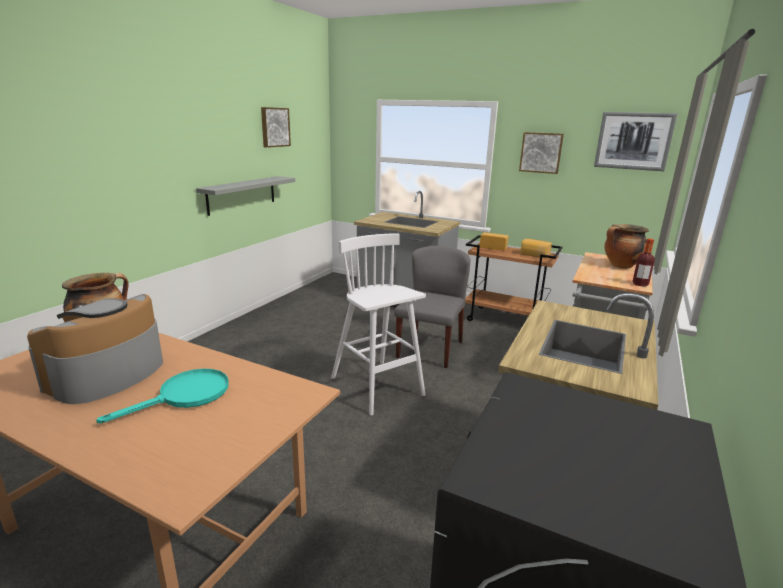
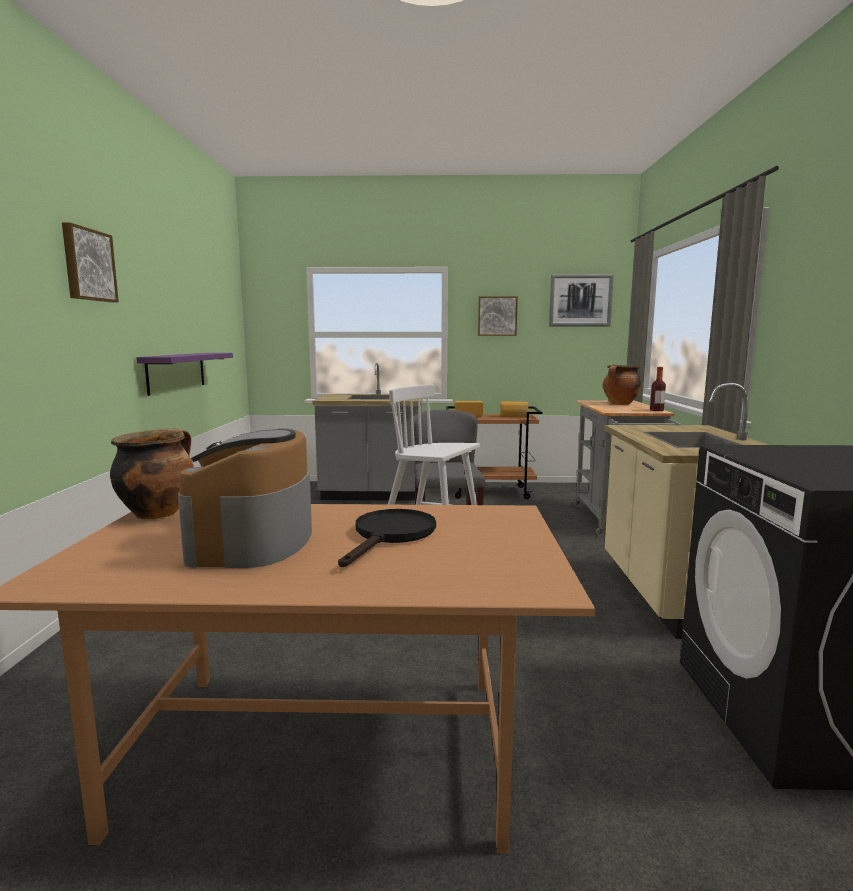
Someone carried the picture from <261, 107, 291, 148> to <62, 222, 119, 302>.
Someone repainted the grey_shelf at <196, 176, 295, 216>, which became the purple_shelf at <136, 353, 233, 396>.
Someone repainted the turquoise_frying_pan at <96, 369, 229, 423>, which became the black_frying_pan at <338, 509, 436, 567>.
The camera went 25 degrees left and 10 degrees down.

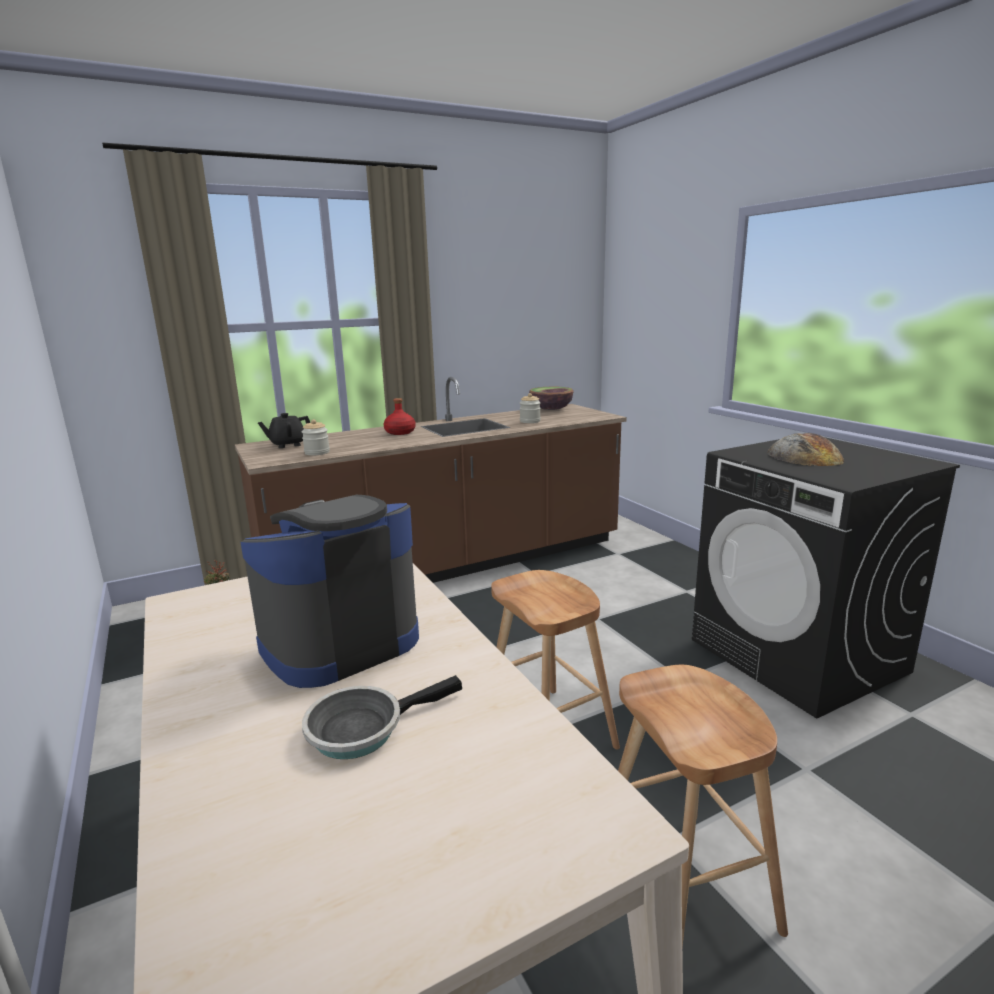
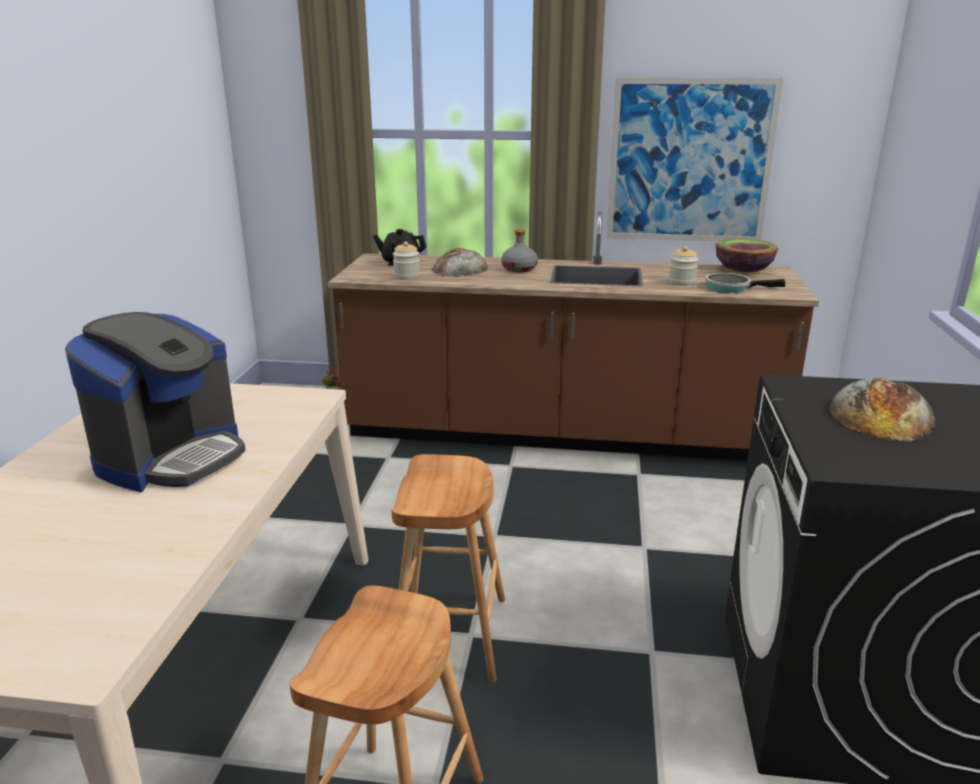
Someone rotated the coffee_machine at <241, 495, 419, 688> by 120 degrees clockwise.
Someone put down the bread at <432, 248, 488, 277>.
Someone repainted the red_bottle at <384, 398, 416, 435>, which became the grey_bottle at <501, 229, 538, 272>.
Someone put up the picture at <607, 77, 783, 241>.
Someone carried the frying_pan from <302, 675, 462, 759> to <705, 273, 785, 293>.
The camera went 35 degrees right and 5 degrees up.

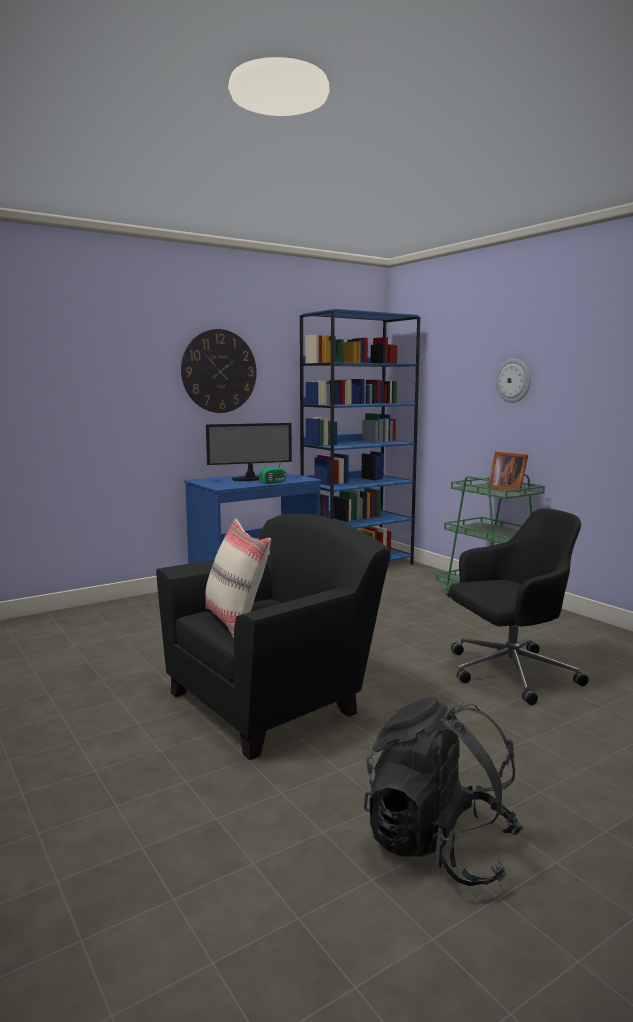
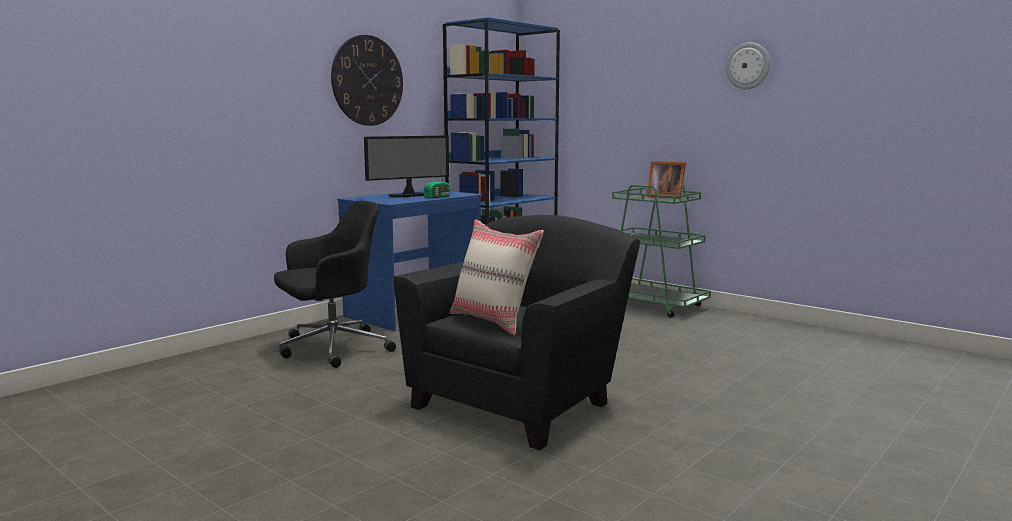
Someone carried the black_office_chair from <449, 508, 589, 705> to <274, 201, 396, 368>.
Someone carried the wall_clock from <496, 359, 531, 403> to <726, 42, 770, 89>.
Someone took away the black_backpack at <364, 696, 524, 886>.
The camera went 15 degrees left and 0 degrees up.

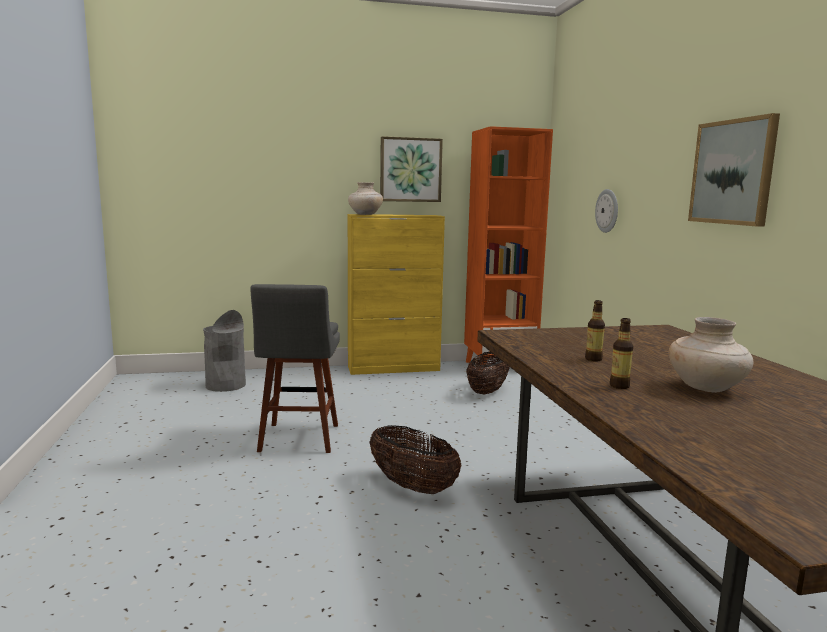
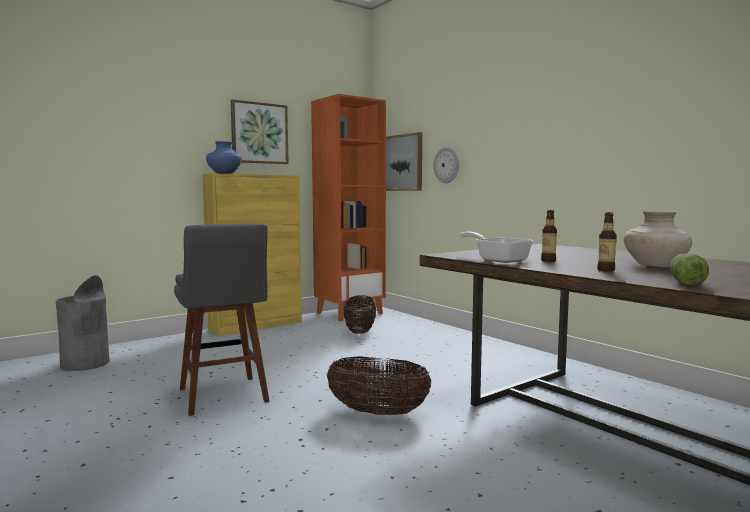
Someone repainted the beige_vase at <348, 182, 383, 215>, which became the blue_vase at <206, 141, 242, 174>.
Someone carried the picture from <688, 113, 780, 227> to <386, 132, 422, 191>.
Someone put down the frying_pan at <460, 232, 533, 263>.
Someone put down the lettuce at <670, 253, 709, 286>.
The camera went 25 degrees left and 5 degrees down.

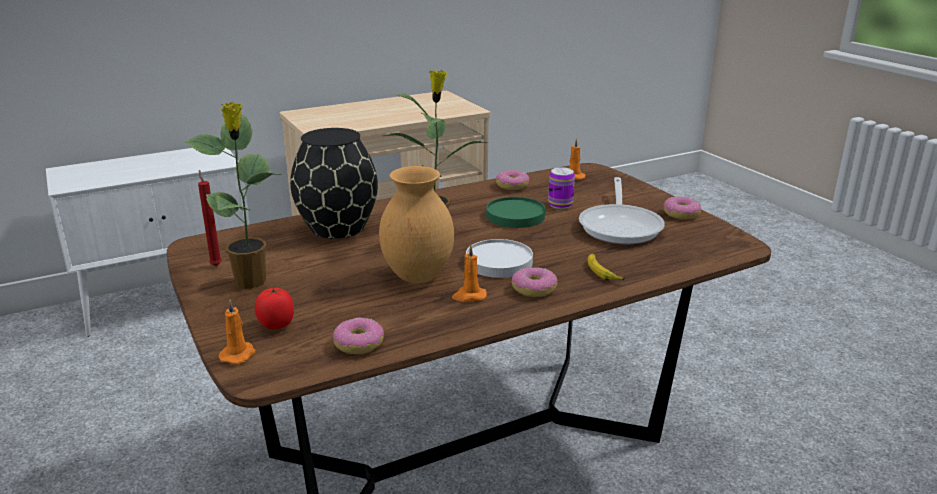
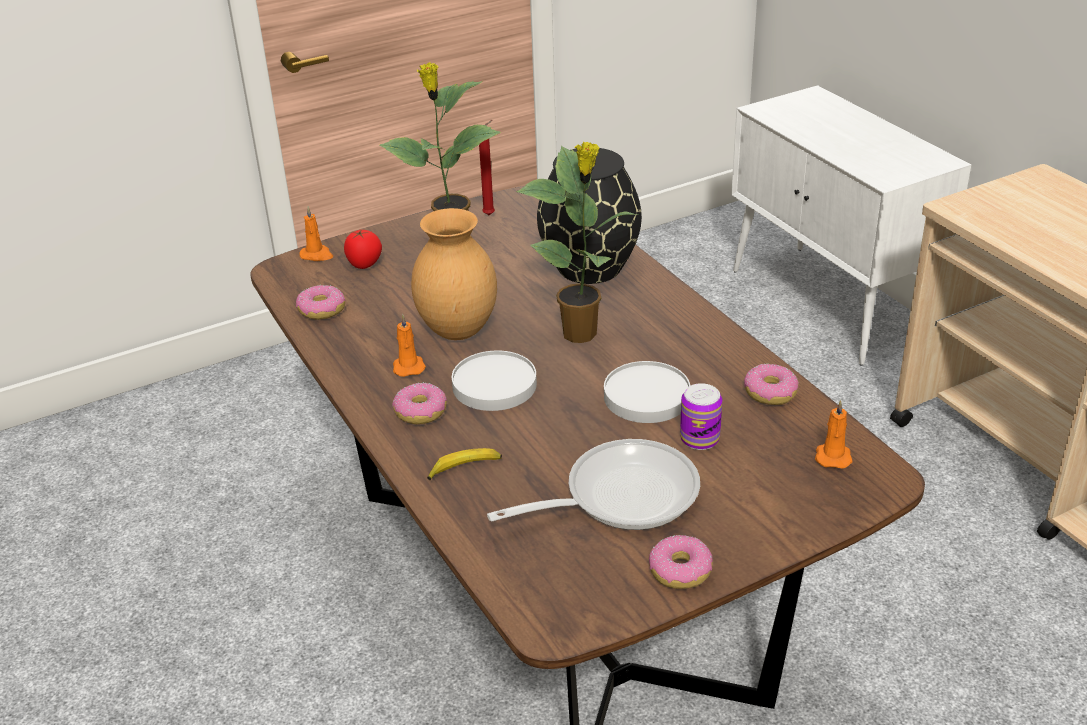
Someone rotated the frying_pan at <579, 177, 665, 244> by 150 degrees clockwise.
Someone repainted the green_plate at <486, 197, 545, 228>, which became the white_plate at <604, 361, 690, 423>.
The camera went 90 degrees right and 10 degrees up.

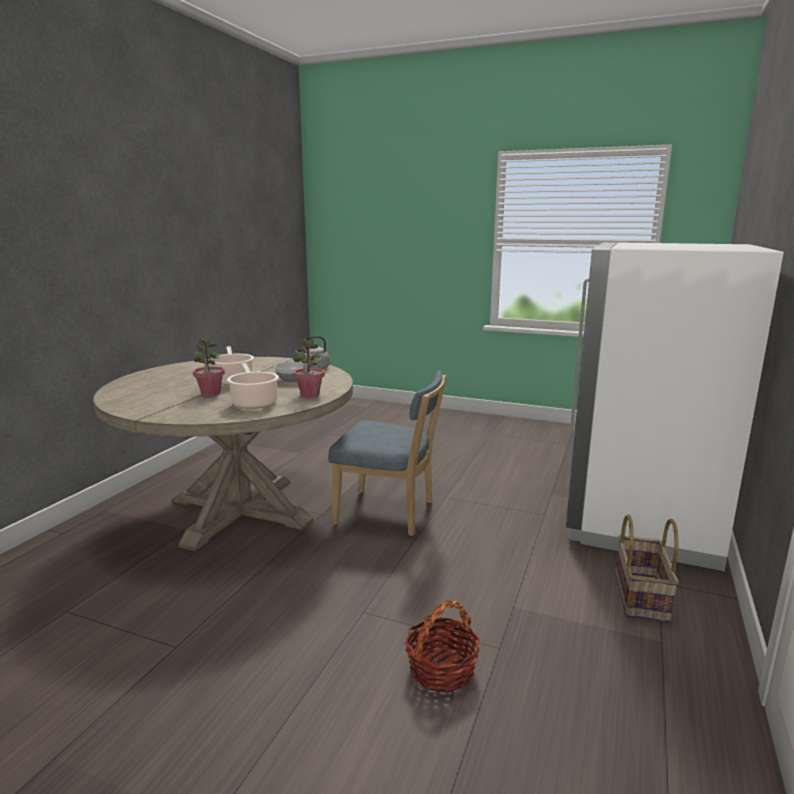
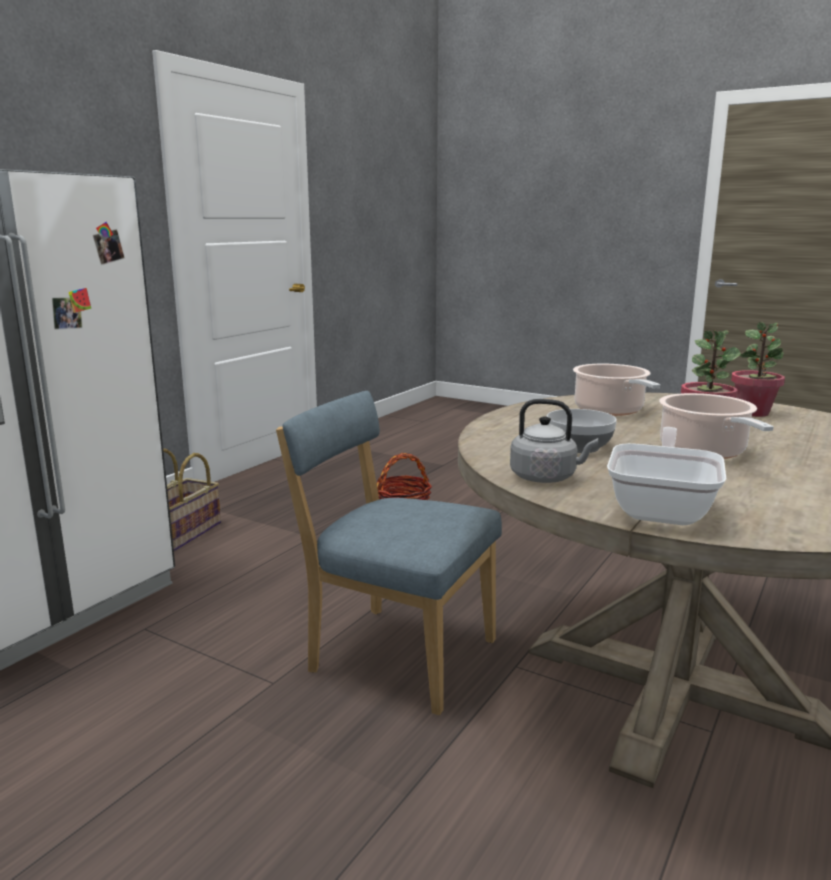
Someone put down the frying_pan at <607, 427, 727, 525>.
Someone carried the potted_plant from <293, 337, 325, 398> to <731, 321, 785, 417>.
The camera went 170 degrees left and 0 degrees up.

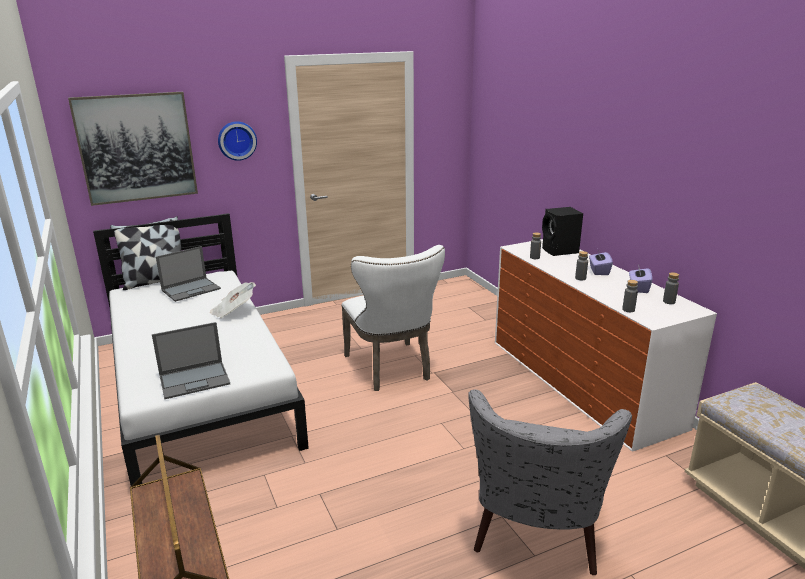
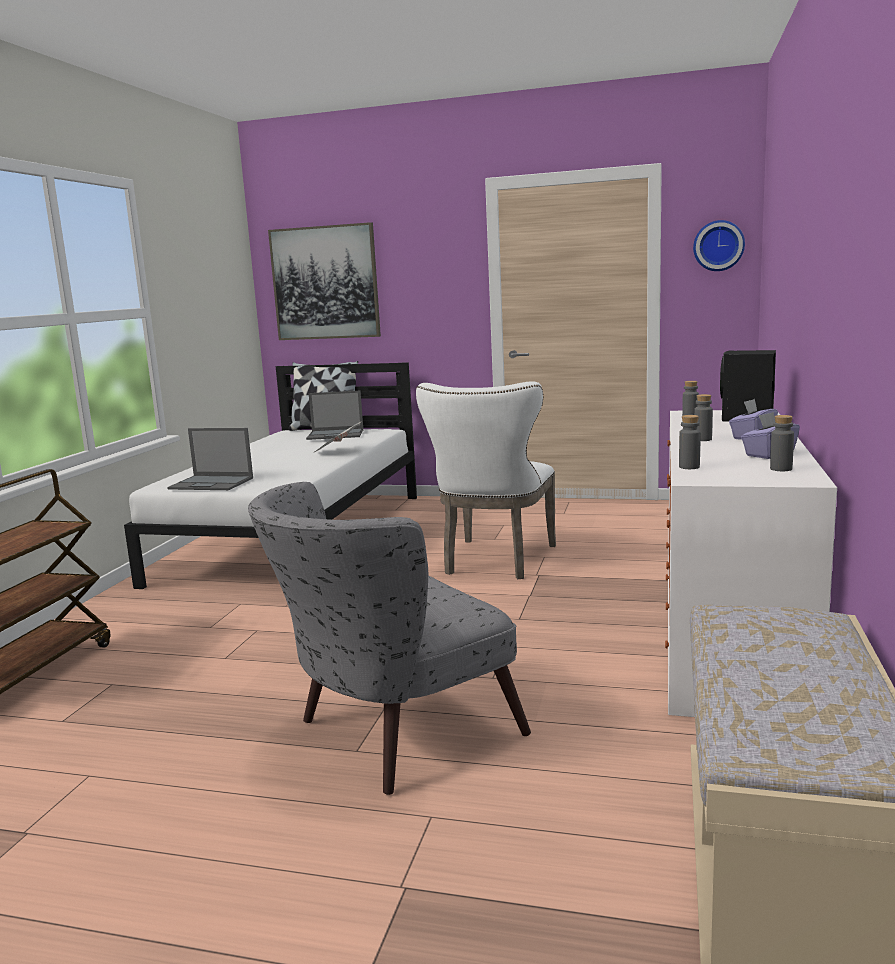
Someone carried the wall_clock from <218, 121, 257, 161> to <693, 220, 745, 271>.
The camera went 40 degrees right and 10 degrees down.

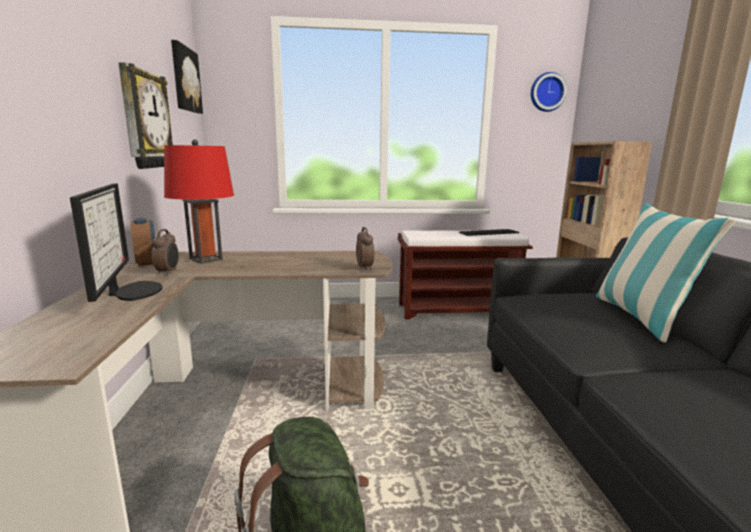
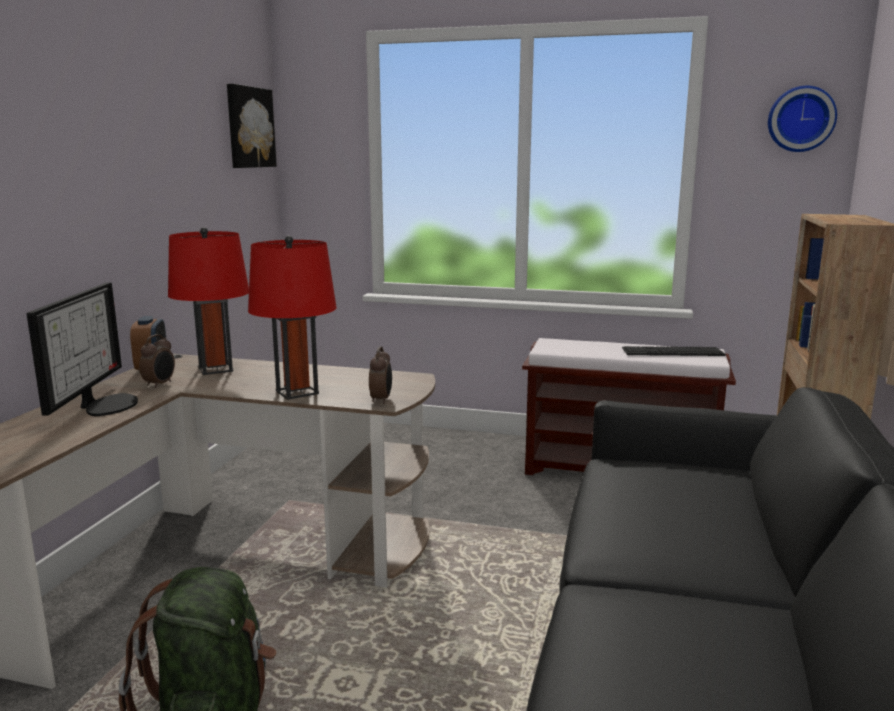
Someone put down the red_table_lamp at <248, 236, 337, 400>.
Someone took away the wall_clock at <119, 62, 173, 169>.
Someone took away the pillow at <596, 203, 735, 342>.
The camera went 20 degrees right and 0 degrees up.

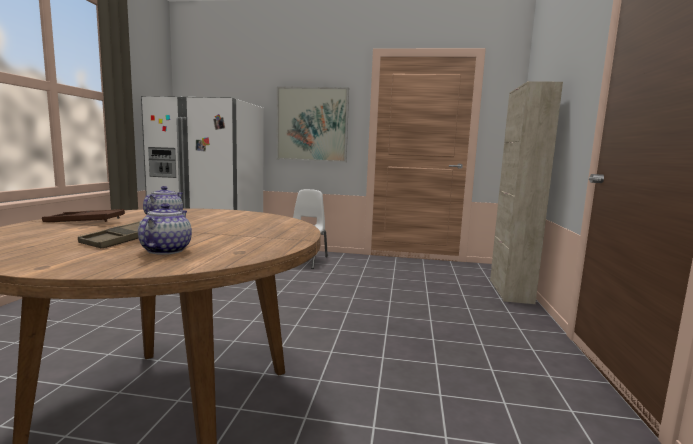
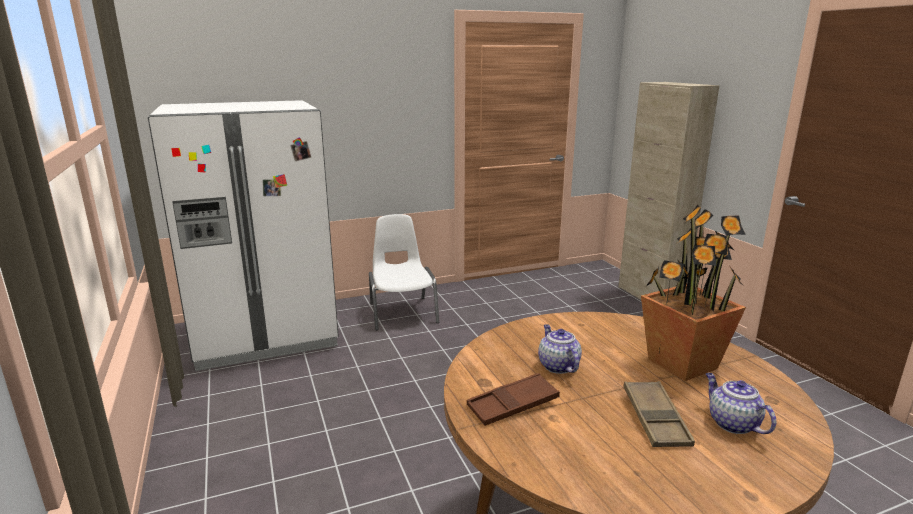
Someone put down the potted_plant at <641, 204, 746, 381>.
Someone took away the picture at <276, 86, 349, 162>.
The camera went 30 degrees left and 10 degrees up.

